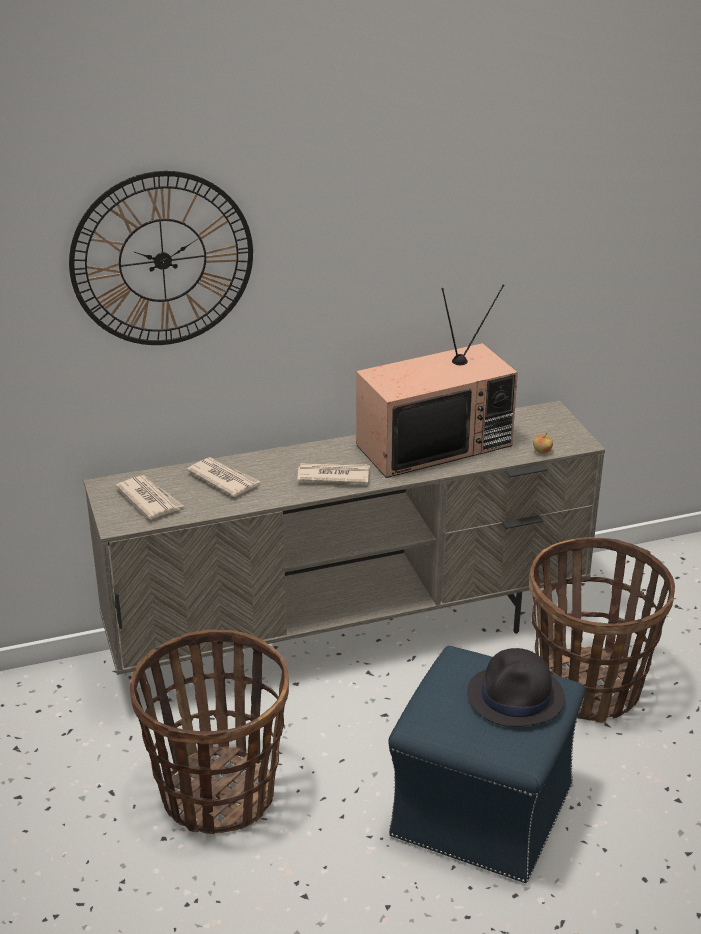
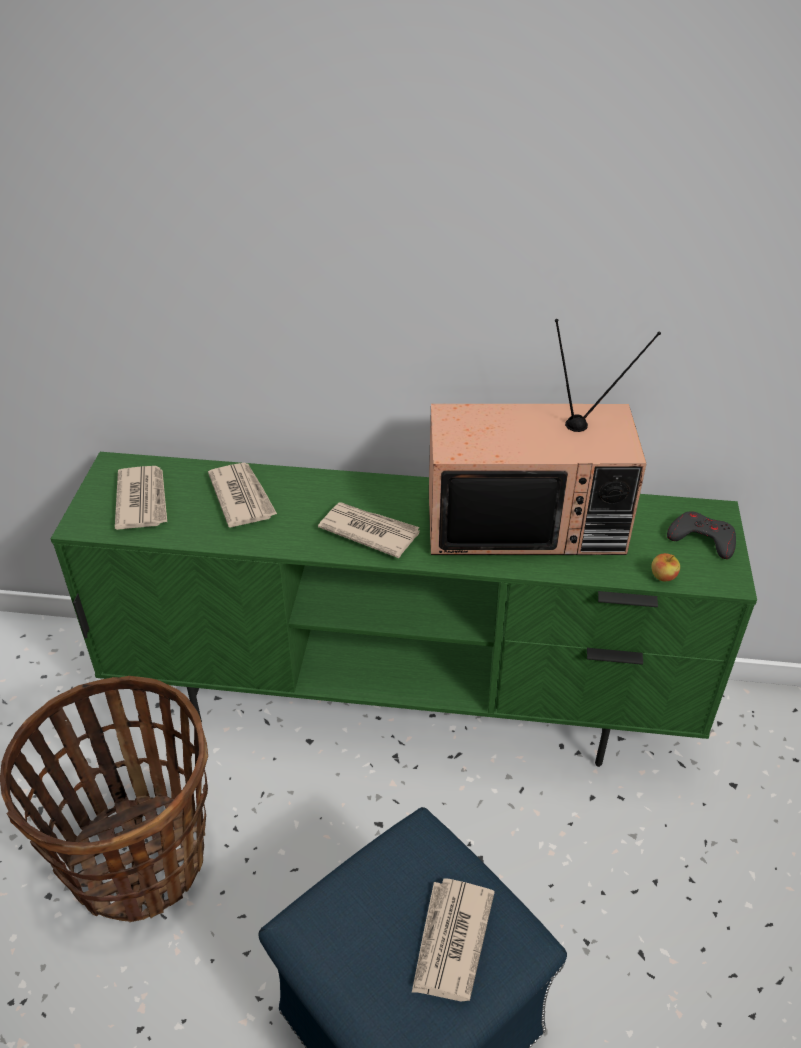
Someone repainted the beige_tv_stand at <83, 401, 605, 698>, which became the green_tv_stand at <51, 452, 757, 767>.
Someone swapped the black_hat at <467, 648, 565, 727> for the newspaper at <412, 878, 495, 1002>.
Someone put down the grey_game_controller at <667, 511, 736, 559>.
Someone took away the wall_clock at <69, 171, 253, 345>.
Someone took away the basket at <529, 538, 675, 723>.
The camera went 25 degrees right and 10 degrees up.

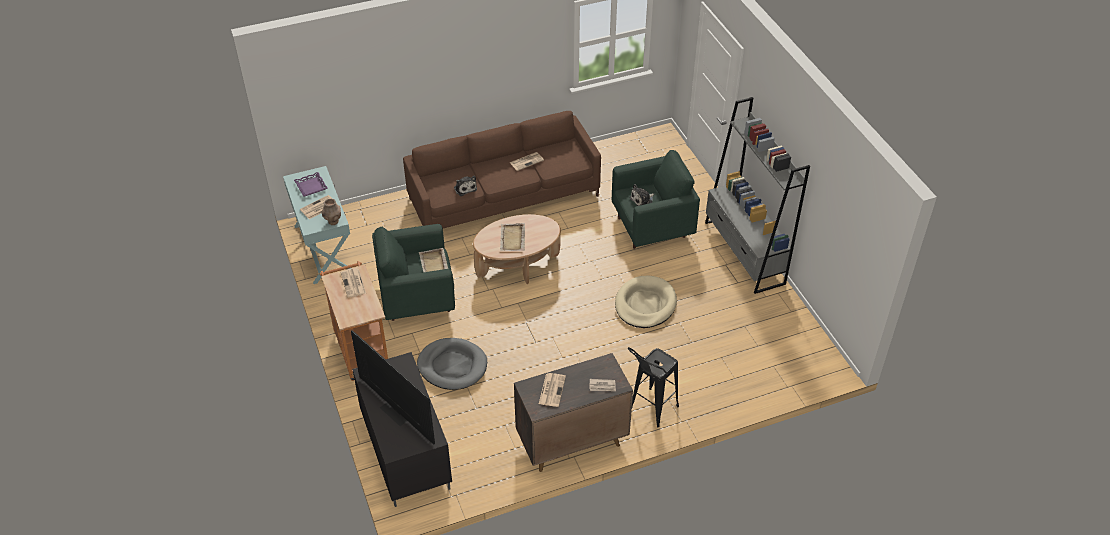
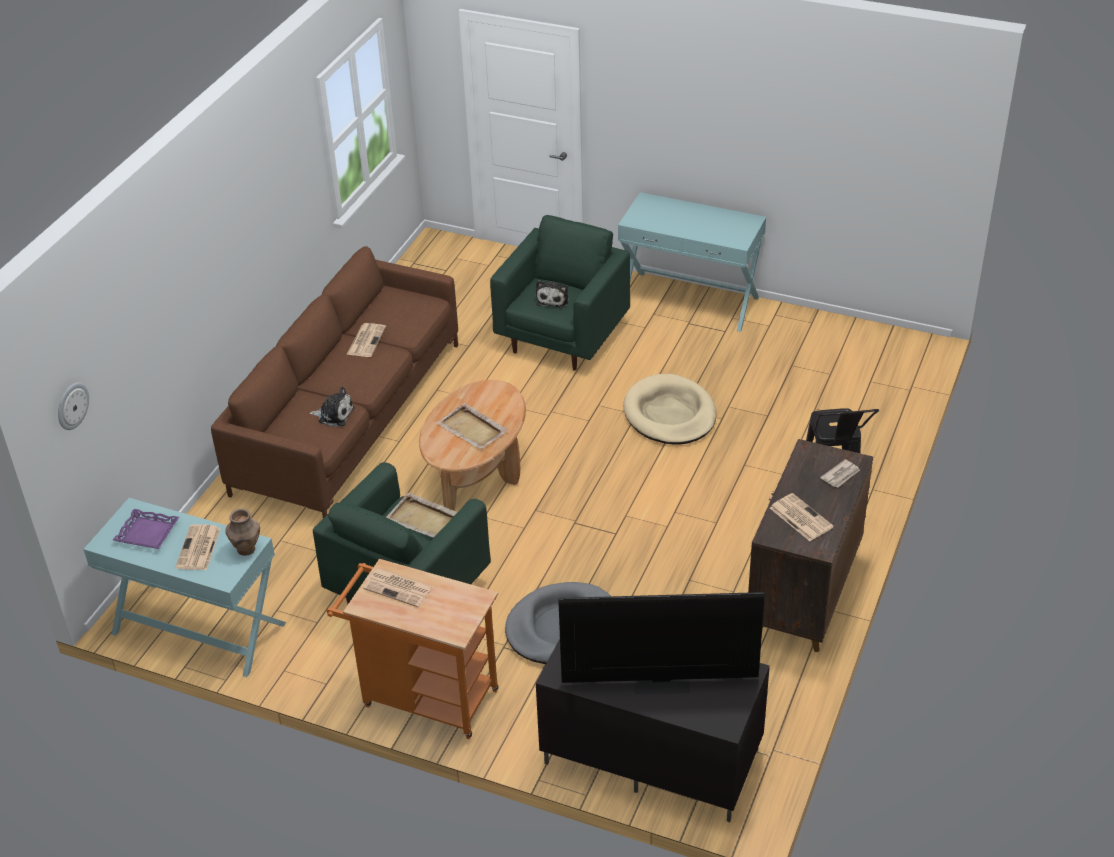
Someone put up the wall_clock at <58, 382, 89, 430>.
Someone swapped the grey_bookcase at <705, 97, 810, 294> for the turquoise_console_table at <618, 192, 766, 332>.
The camera went 45 degrees left and 5 degrees down.

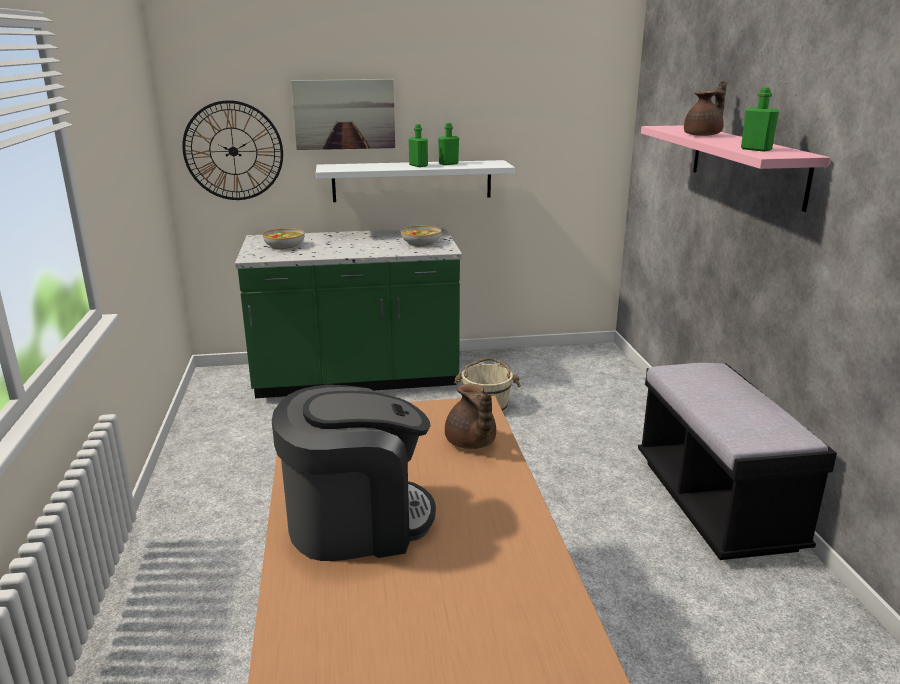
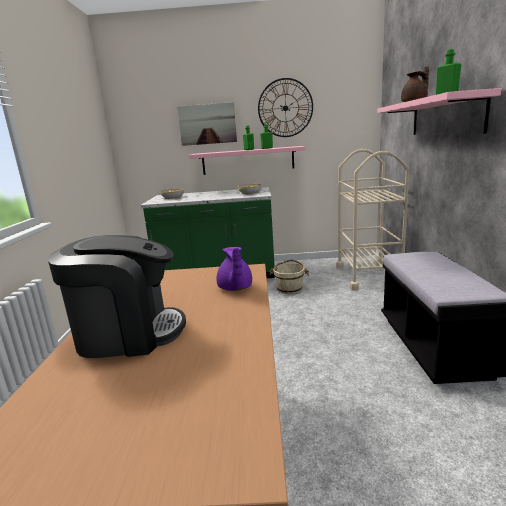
Someone repainted the white_shelf at <316, 160, 515, 202>, which became the pink_shelf at <189, 146, 305, 175>.
Someone repainted the brown_teapot at <445, 384, 496, 449>, which became the purple_teapot at <217, 247, 252, 291>.
Someone carried the wall_clock from <182, 100, 283, 200> to <258, 78, 313, 137>.
Someone put down the beige_cart at <336, 149, 409, 291>.
The camera went 10 degrees right and 5 degrees down.

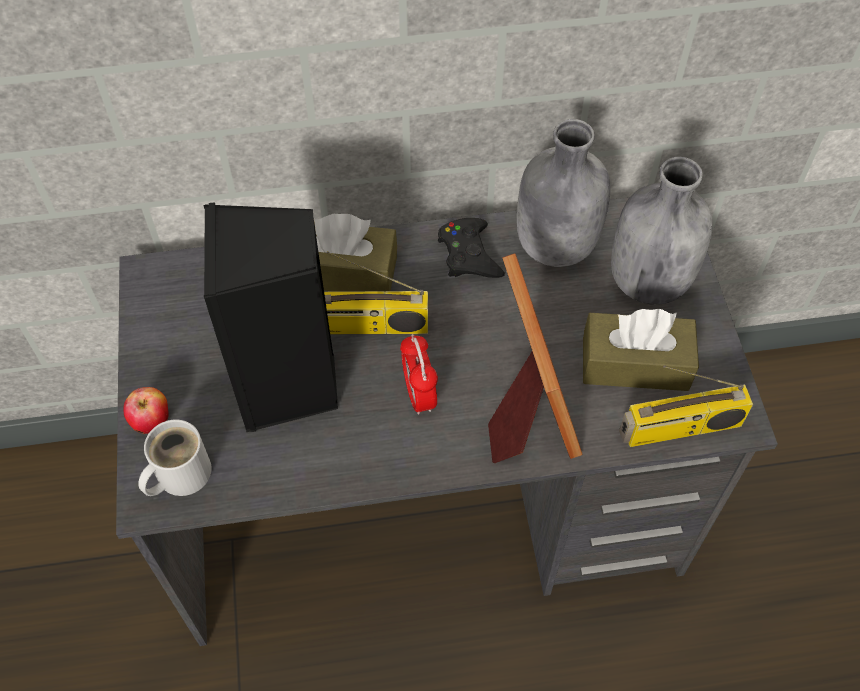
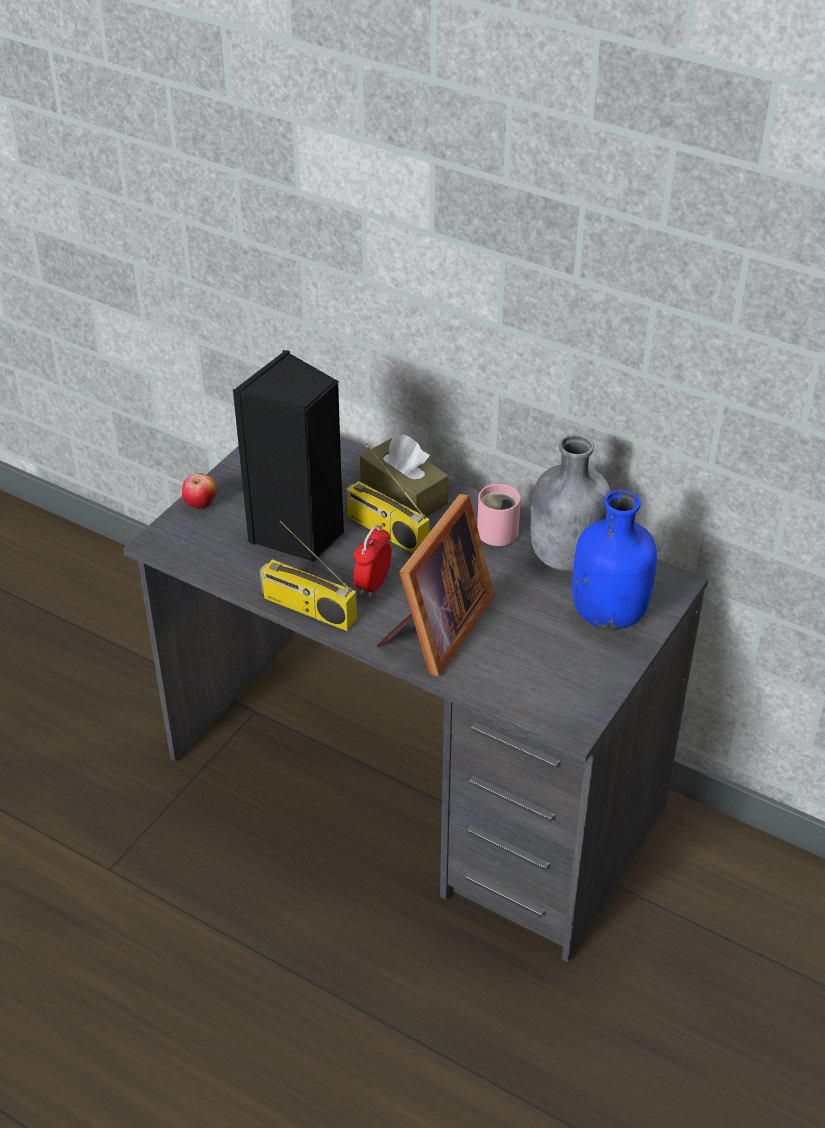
Someone carried the radio from <619, 365, 753, 447> to <260, 521, 357, 631>.
Someone swapped the black_game_controller at <438, 218, 505, 278> for the pink_mug at <477, 484, 521, 546>.
Someone repainted the grey_bottle at <611, 157, 713, 305>, which became the blue_bottle at <572, 490, 657, 630>.
Someone took away the white_mug at <138, 420, 212, 496>.
Someone took away the brown_tissue_box at <583, 309, 699, 391>.
The camera went 40 degrees right and 15 degrees down.

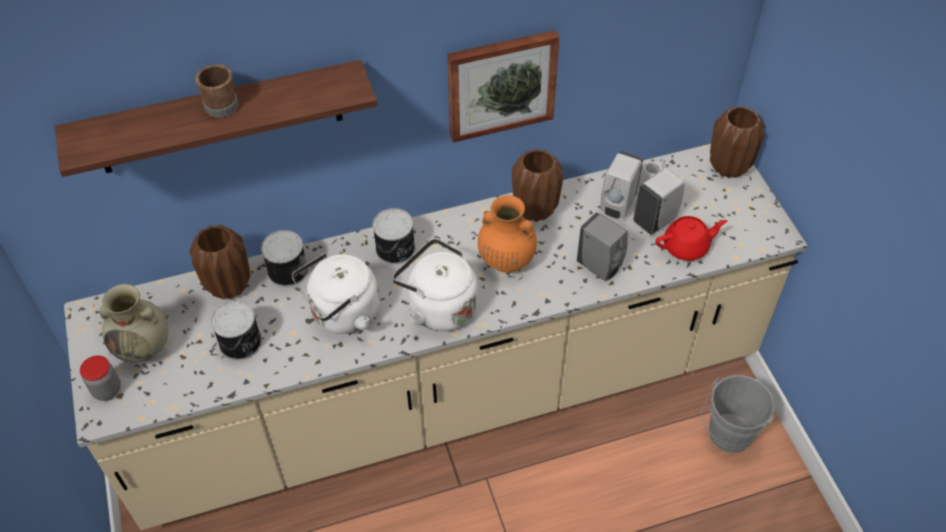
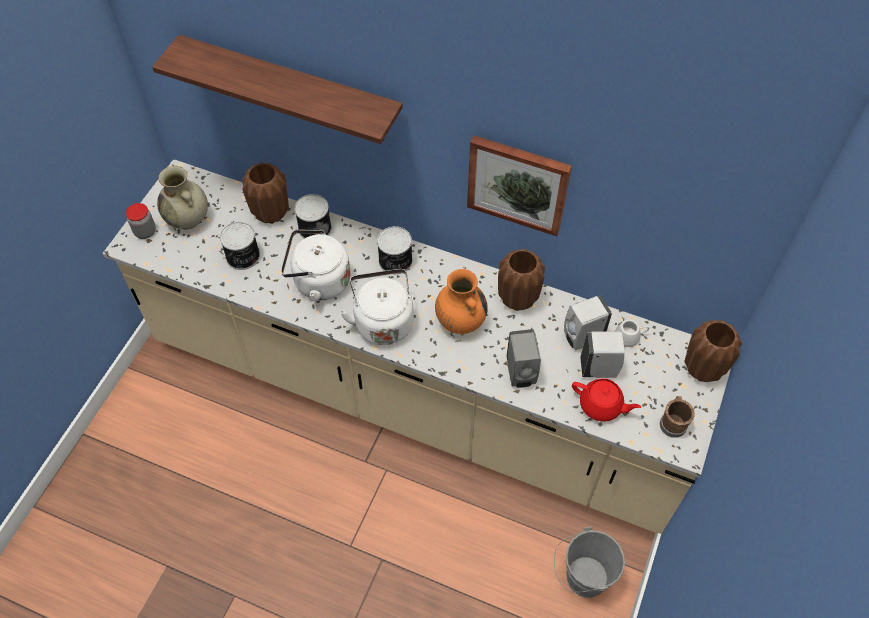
Someone carried the brown_mug from <195, 64, 239, 117> to <660, 396, 695, 438>.
The camera went 40 degrees right and 5 degrees up.

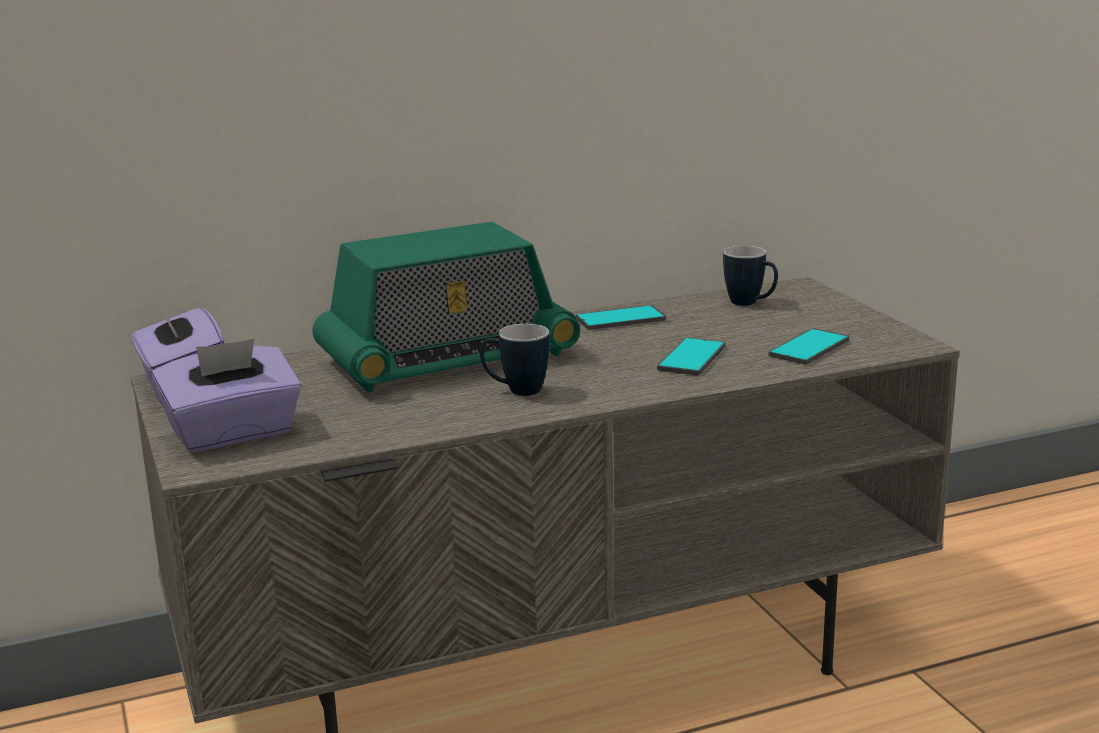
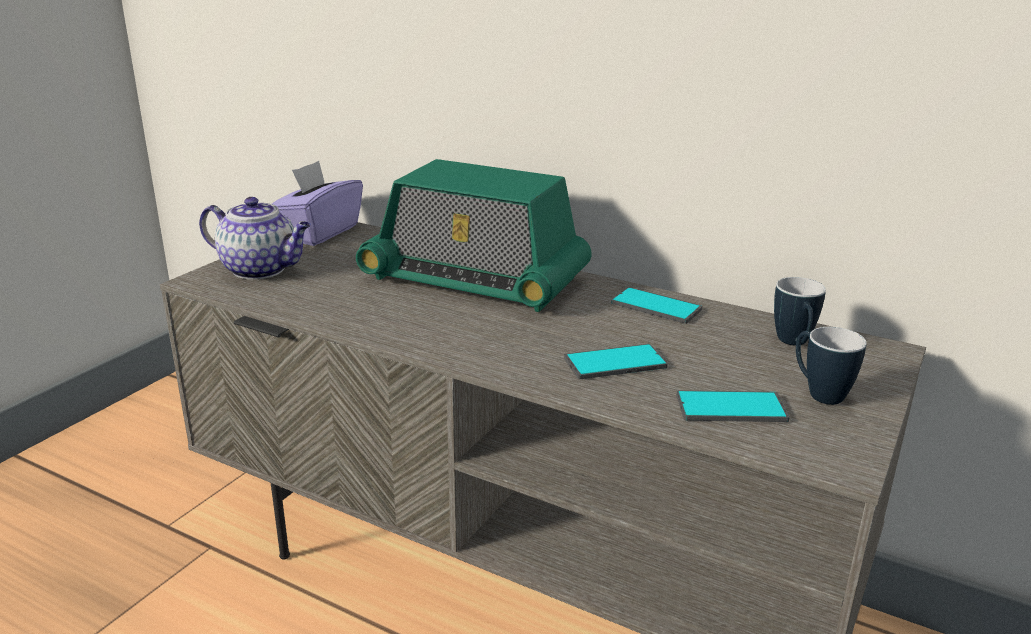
Someone swapped the purple_tissue_box at <152, 339, 301, 452> for the teapot at <199, 197, 311, 279>.
Someone carried the mug from <480, 324, 549, 396> to <796, 327, 867, 405>.
The camera went 50 degrees right and 5 degrees up.

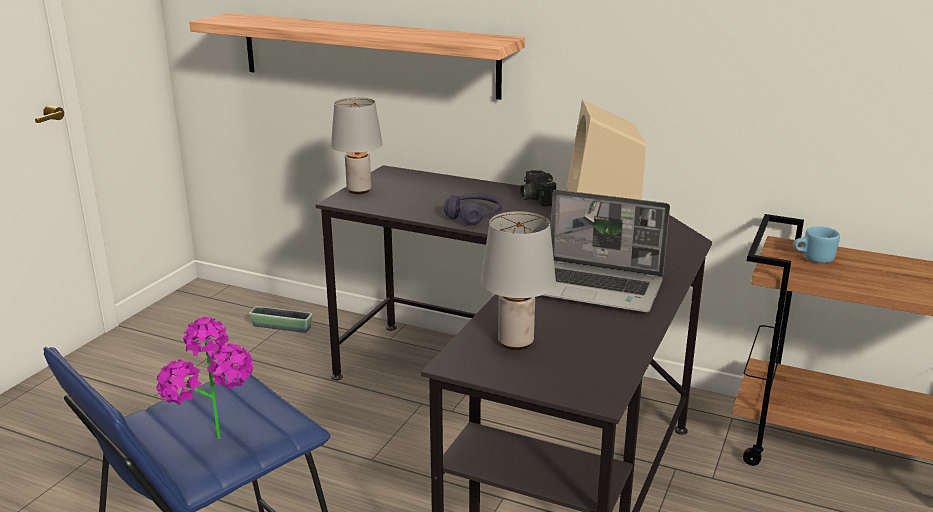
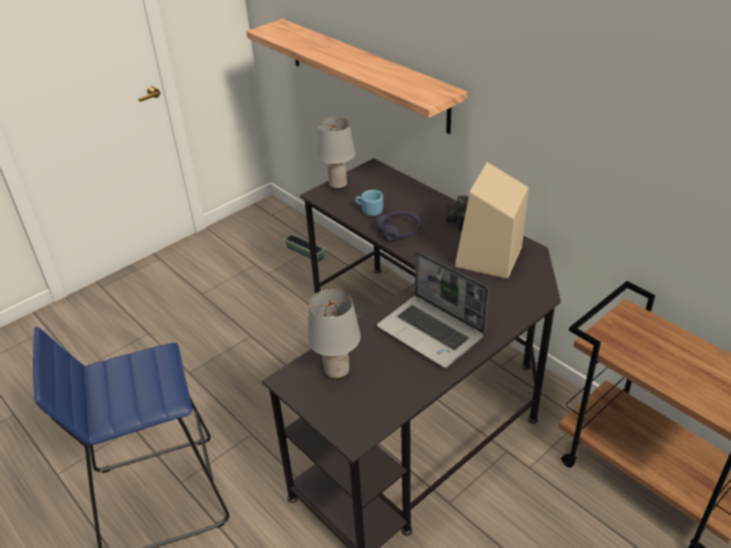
Someone carried the blue_mug from <793, 226, 840, 263> to <355, 190, 383, 216>.
Someone took away the potted_plant at <156, 317, 253, 439>.
The camera went 25 degrees right and 15 degrees up.

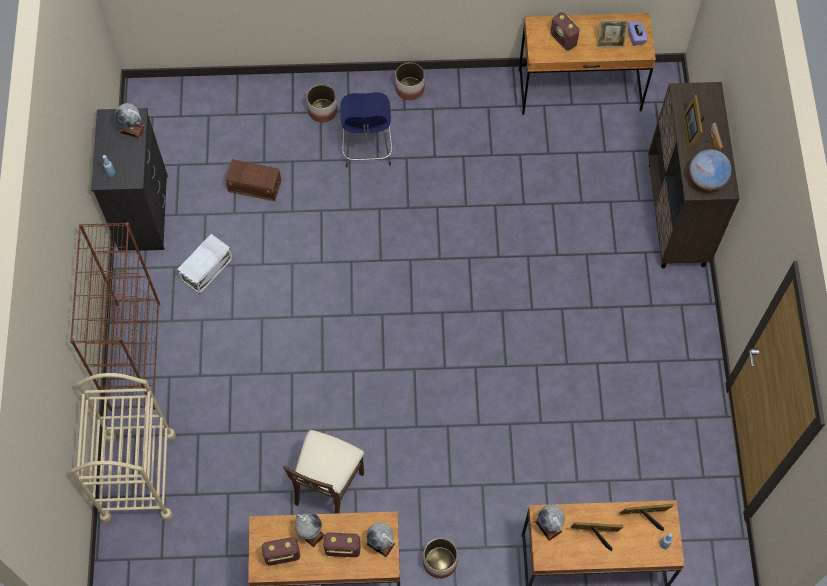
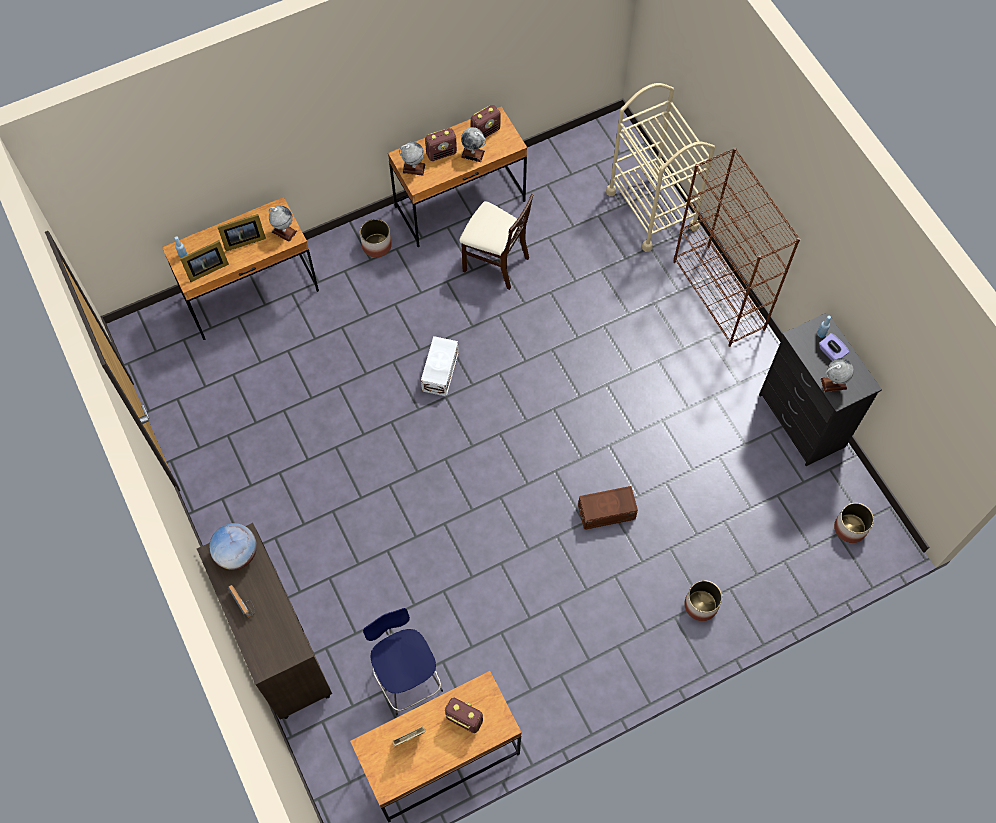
Someone carried the blue_stool from <340, 92, 393, 168> to <363, 608, 443, 716>.
Someone carried the white_storage_box from <177, 234, 233, 294> to <421, 336, 459, 397>.
Someone rotated the beige_chair at <283, 430, 364, 514> by 120 degrees clockwise.
Someone carried the brown_storage_box from <225, 159, 281, 201> to <578, 486, 638, 530>.
Someone carried the purple_tissue_box from <628, 21, 648, 46> to <819, 333, 849, 361>.
Someone carried the planter from <395, 62, 425, 100> to <834, 503, 874, 543>.
Someone took away the picture_frame at <682, 95, 704, 152>.
The camera went 155 degrees right and 0 degrees up.

